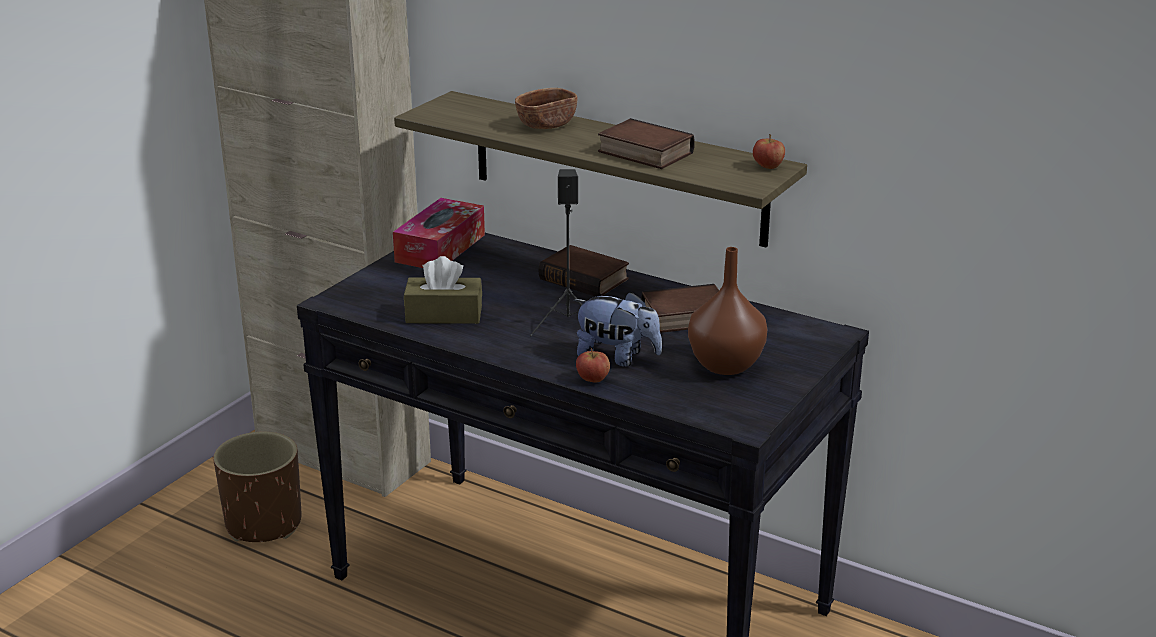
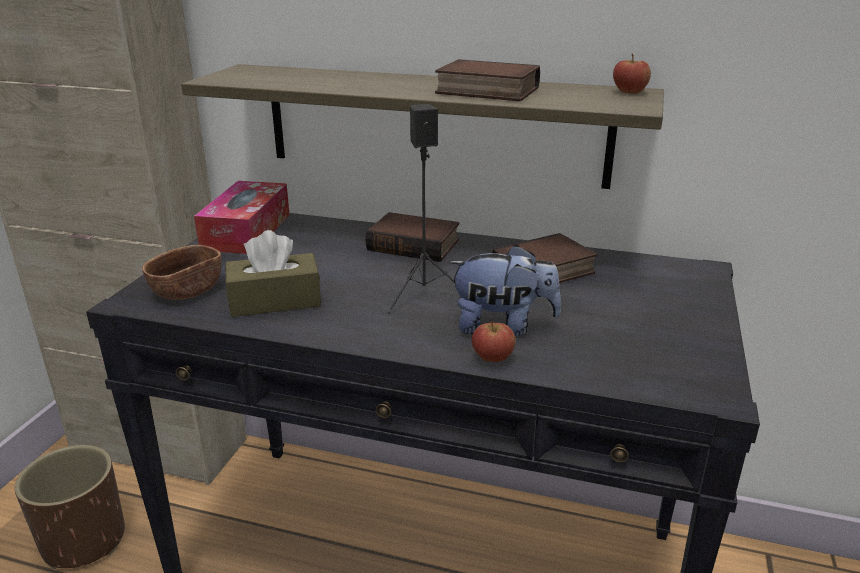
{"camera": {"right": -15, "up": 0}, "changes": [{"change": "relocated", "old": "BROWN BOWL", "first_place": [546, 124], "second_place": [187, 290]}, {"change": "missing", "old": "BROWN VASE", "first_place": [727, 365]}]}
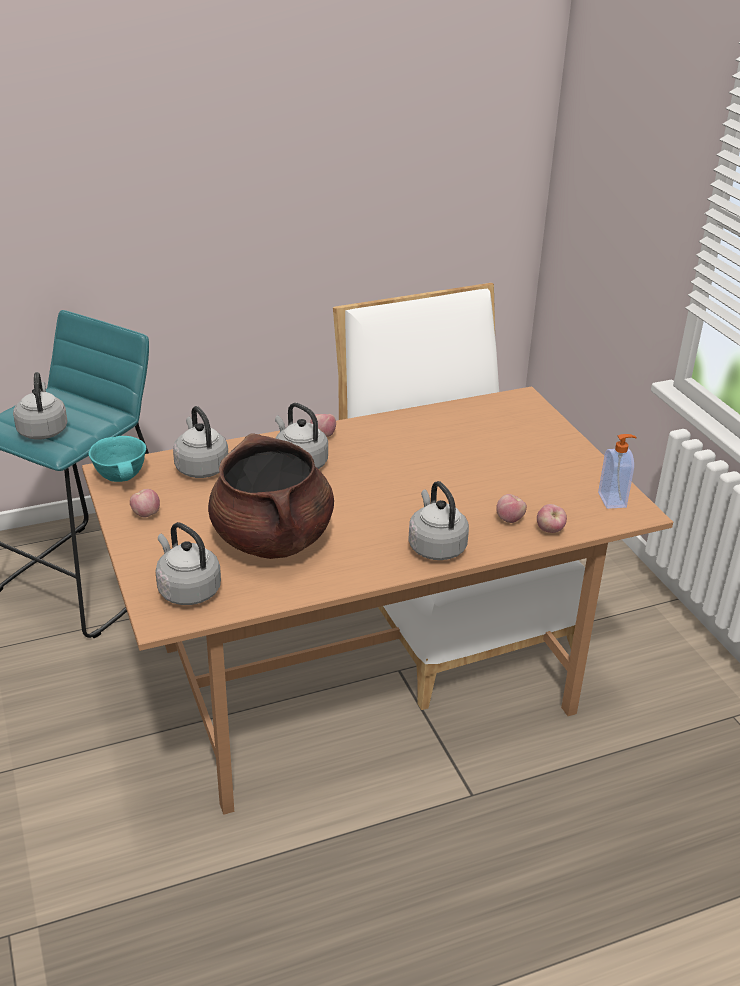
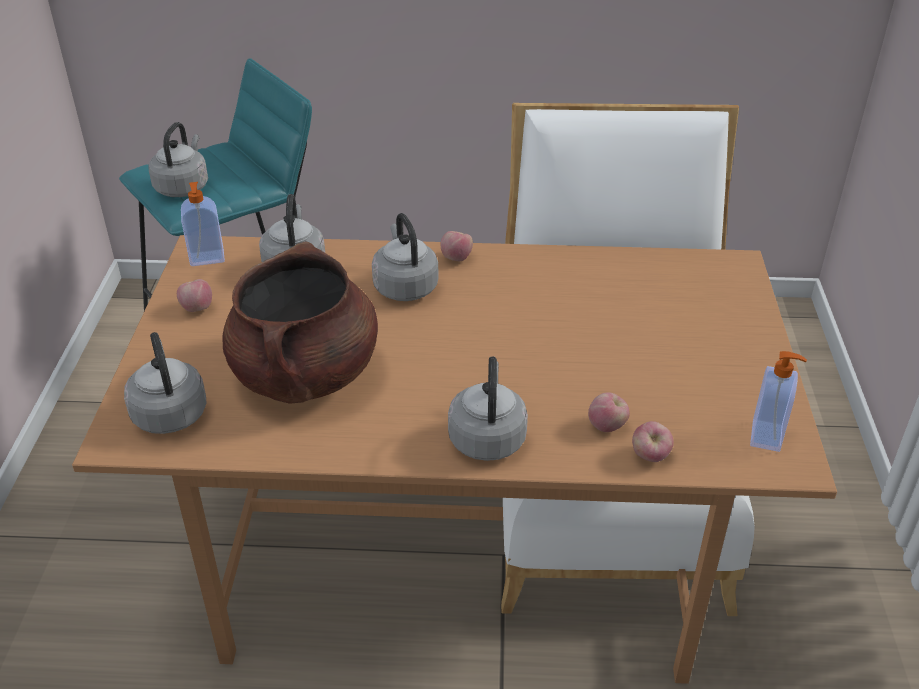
{"camera": {"right": 25, "up": 5}, "changes": [{"change": "exchanged", "old": "TURQUOISE BOWL", "new": "SOAP DISPENSER", "first_place": [122, 477], "second_place": [207, 259]}]}
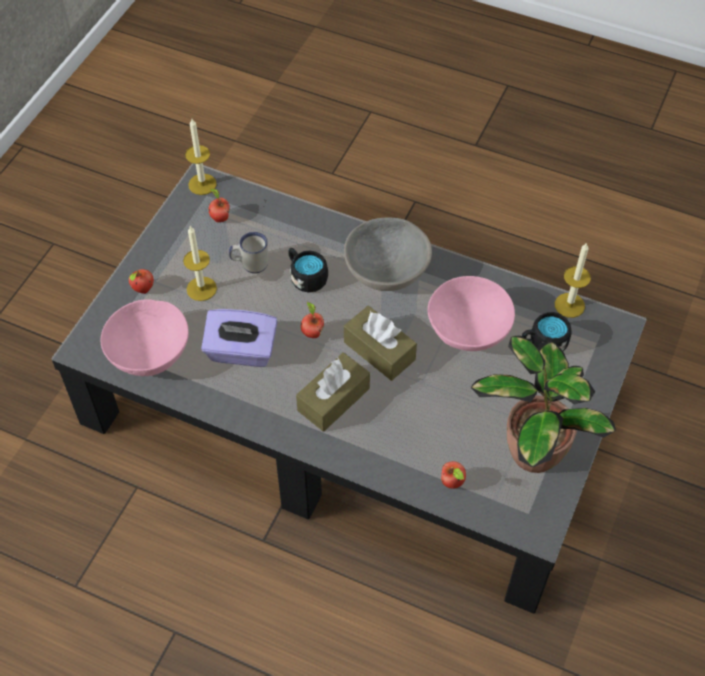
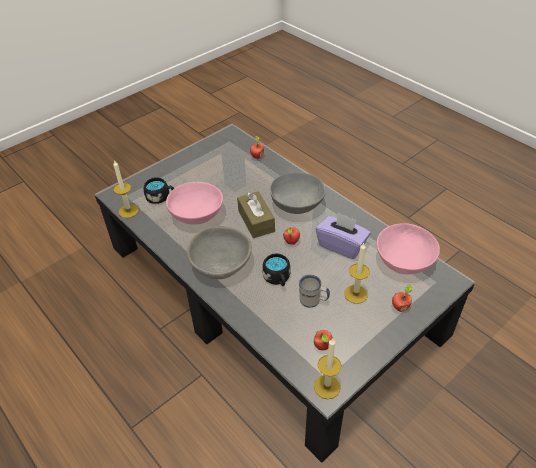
{"camera": {"right": -155, "up": -10}, "changes": [{"change": "missing", "old": "POTTED PLANT", "first_place": [531, 450]}, {"change": "exchanged", "old": "BROWN TISSUE BOX", "new": "GREY BOWL", "first_place": [333, 399], "second_place": [297, 205]}]}
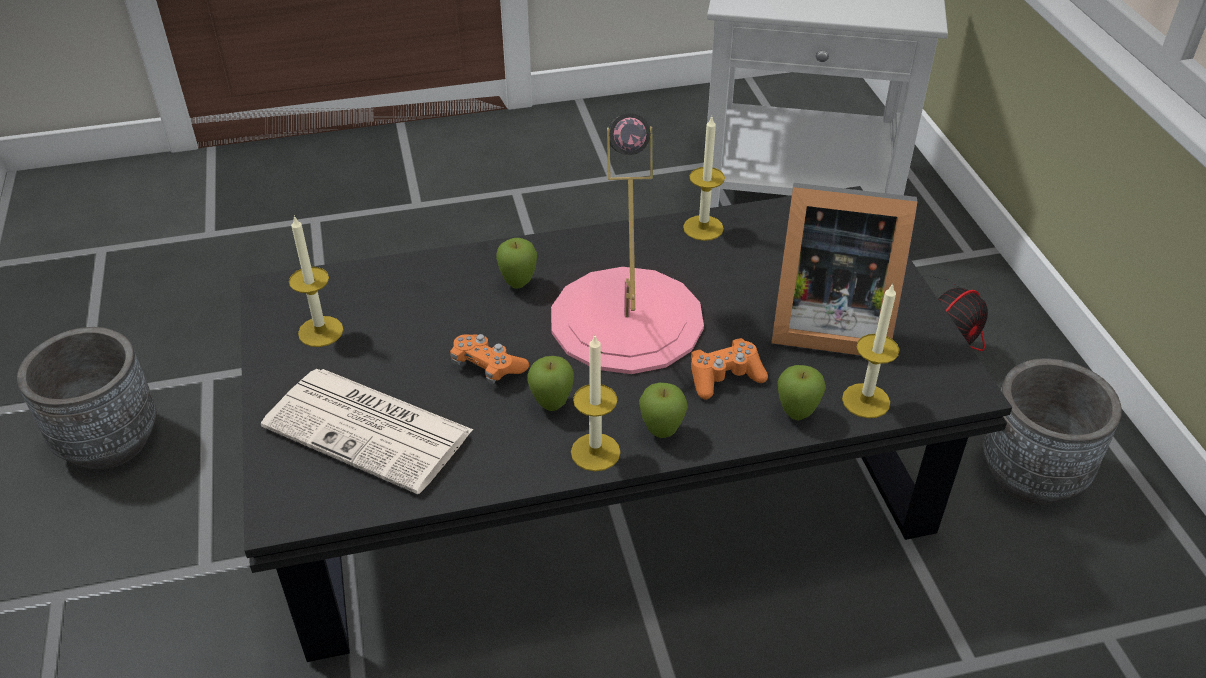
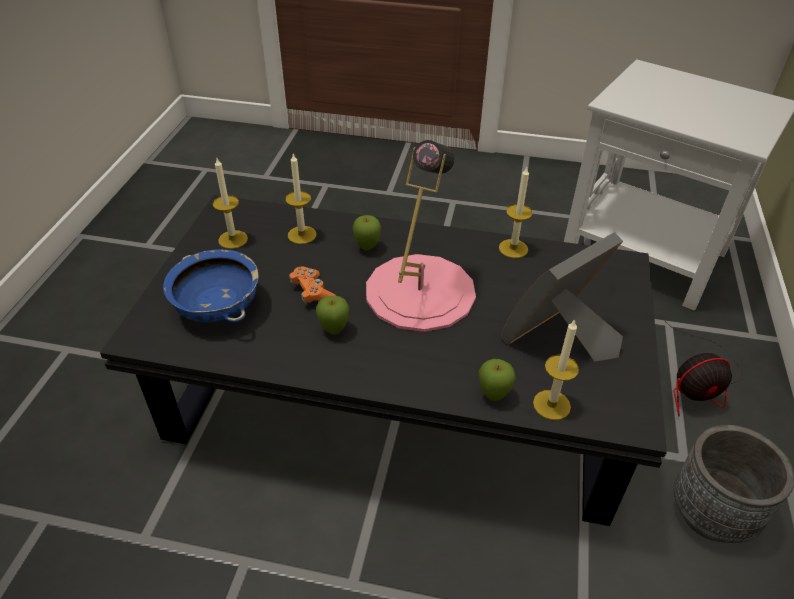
{"camera": {"right": 25, "up": 0}, "changes": [{"change": "spun", "old": "PICTURE FRAME", "first_place": [826, 322], "second_place": [559, 339], "degrees": 105}, {"change": "missing", "old": "GREY PLANTER", "first_place": [110, 442]}, {"change": "relocated", "old": "CANDLE", "first_place": [595, 452], "second_place": [302, 235]}, {"change": "missing", "old": "ORANGE GAME CONTROLLER", "first_place": [724, 377]}, {"change": "exchanged", "old": "NEWSPAPER", "new": "BLUE BOWL", "first_place": [371, 429], "second_place": [218, 307]}, {"change": "missing", "old": "APPLE", "first_place": [661, 433]}]}
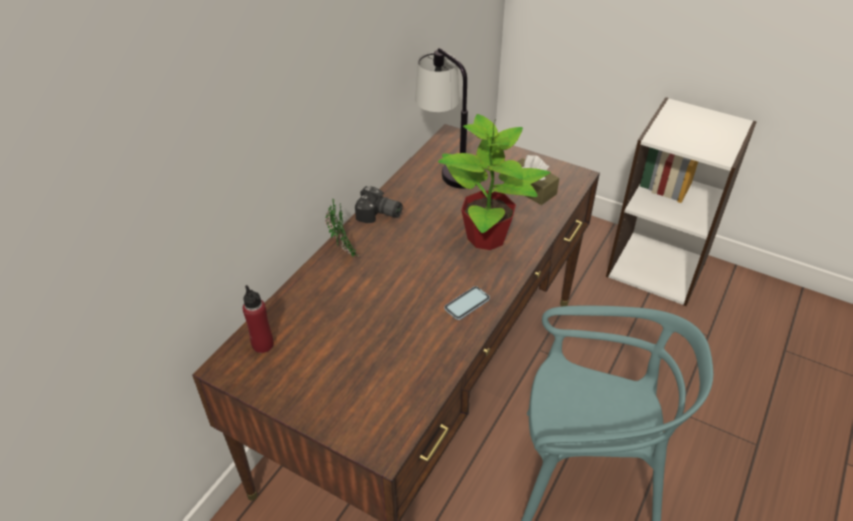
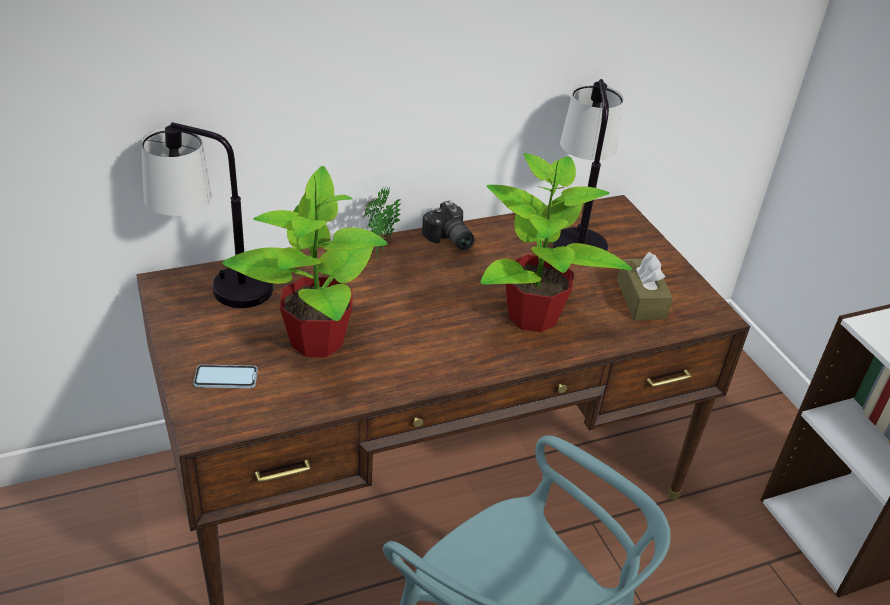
{"camera": {"right": 35, "up": -5}, "changes": [{"change": "exchanged", "old": "RED BOTTLE", "new": "TABLE LAMP", "first_place": [263, 344], "second_place": [215, 285]}, {"change": "relocated", "old": "PHONE", "first_place": [467, 304], "second_place": [226, 378]}, {"change": "appeared", "new": "POTTED PLANT", "second_place": [316, 339]}]}
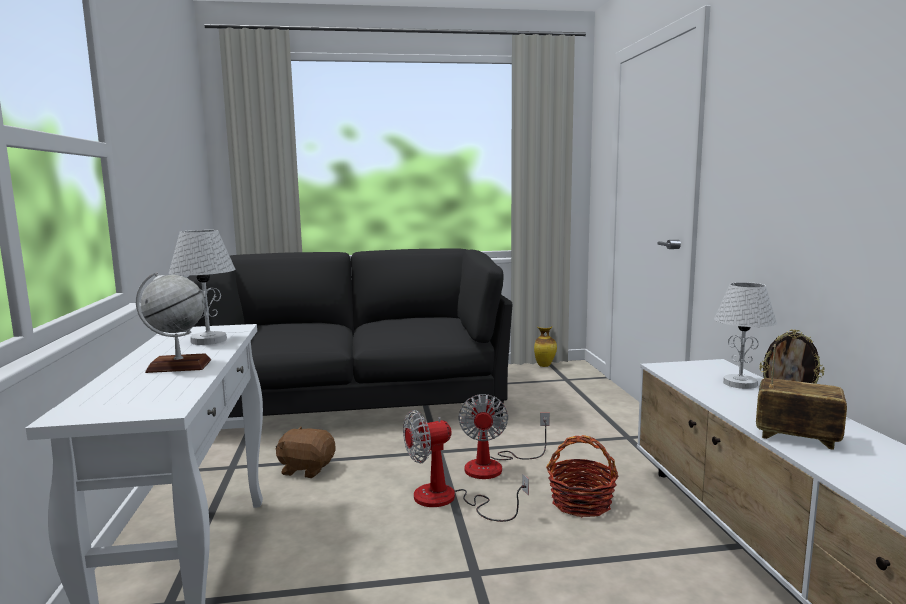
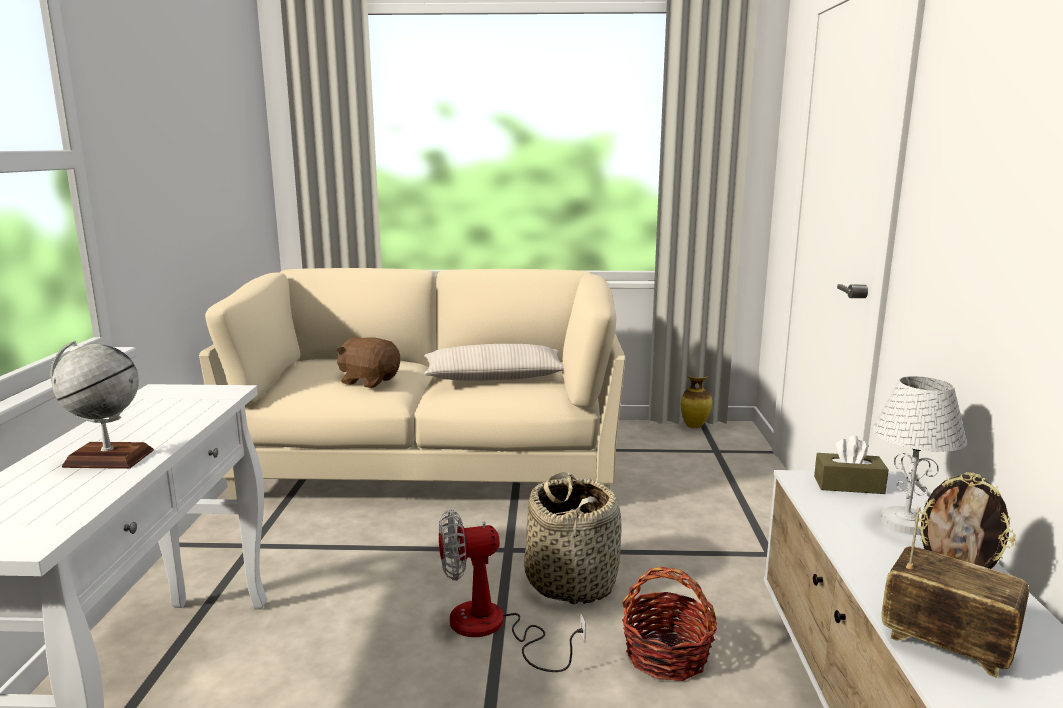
{"camera": {"right": 10, "up": 5}, "changes": [{"change": "missing", "old": "WHITE TABLE LAMP", "first_place": [209, 340]}, {"change": "colour", "old": "BLACK SOFA", "new": "BEIGE SOFA", "first_place": [357, 403], "second_place": [433, 465]}, {"change": "exchanged", "old": "FAN", "new": "BASKET", "first_place": [495, 466], "second_place": [572, 581]}, {"change": "relocated", "old": "BROWN PLUSH TOY", "first_place": [306, 469], "second_place": [369, 381]}, {"change": "appeared", "new": "BEIGE PILLOW", "second_place": [494, 377]}, {"change": "appeared", "new": "BROWN TISSUE BOX", "second_place": [848, 485]}]}
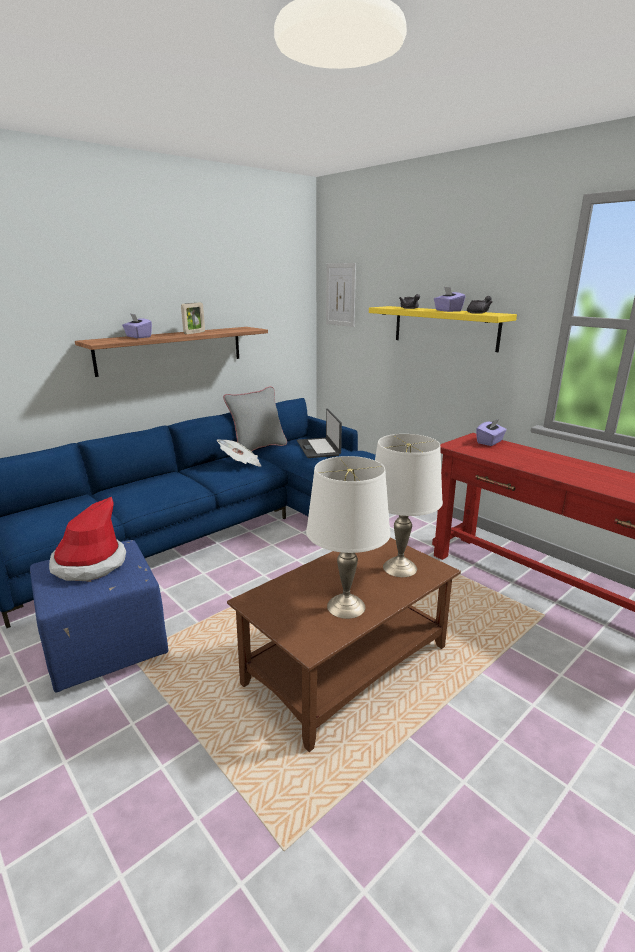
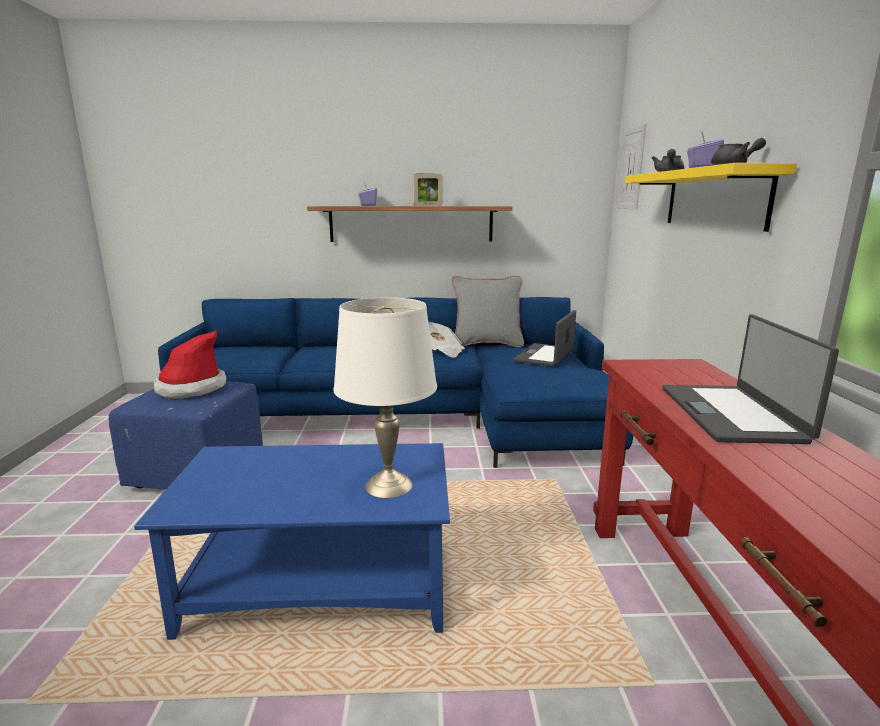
{"camera": {"right": 40, "up": -5}, "changes": [{"change": "missing", "old": "PURPLE TISSUE BOX", "first_place": [490, 442]}, {"change": "missing", "old": "WHITE TABLE LAMP", "first_place": [346, 606]}, {"change": "colour", "old": "BROWN COFFEE TABLE", "new": "BLUE COFFEE TABLE", "first_place": [347, 664], "second_place": [322, 586]}, {"change": "appeared", "new": "LAPTOP", "second_place": [732, 413]}]}
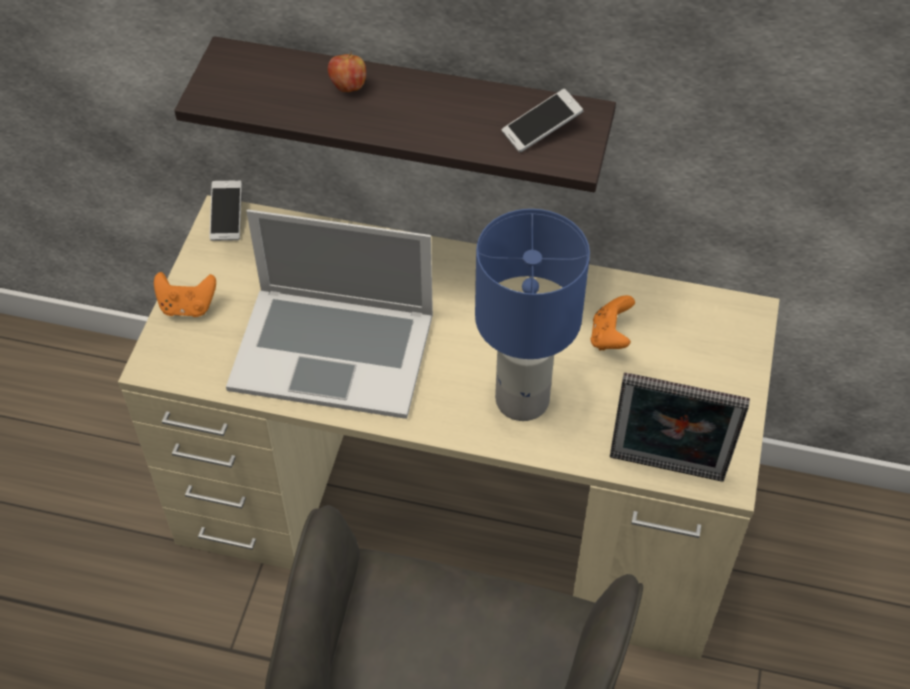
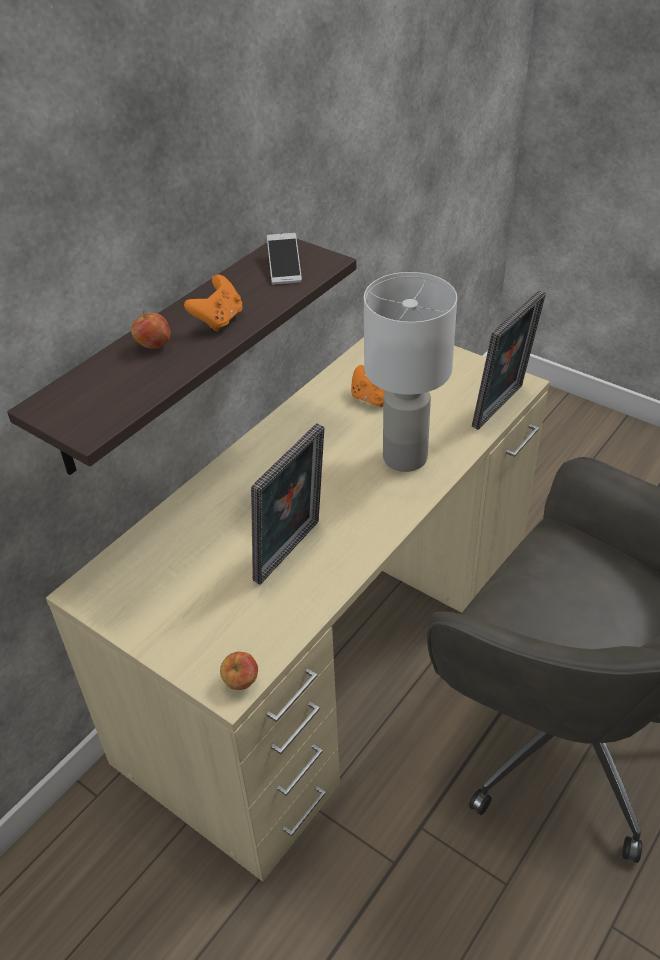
{"camera": {"right": -65, "up": -10}, "changes": [{"change": "missing", "old": "PHONE", "first_place": [227, 217]}, {"change": "colour", "old": "BLUE TABLE LAMP", "new": "WHITE TABLE LAMP", "first_place": [523, 401], "second_place": [406, 457]}, {"change": "exchanged", "old": "LAPTOP", "new": "PICTURE FRAME", "first_place": [332, 350], "second_place": [292, 553]}, {"change": "relocated", "old": "ORANGE GAME CONTROLLER", "first_place": [187, 306], "second_place": [218, 320]}, {"change": "appeared", "new": "APPLE", "second_place": [241, 682]}]}
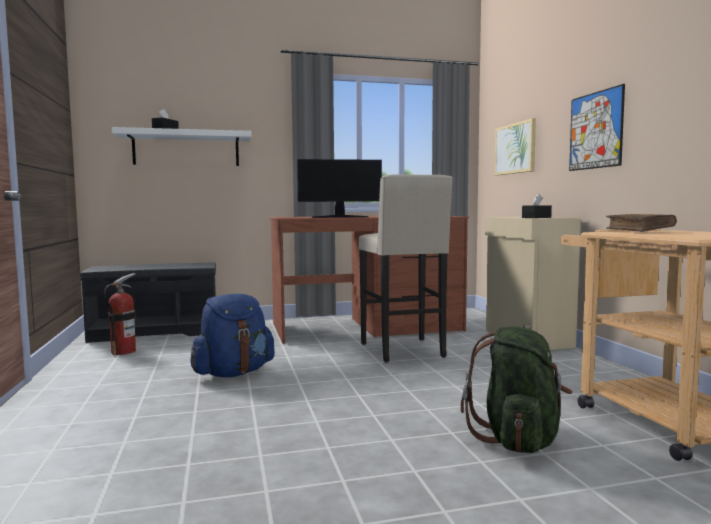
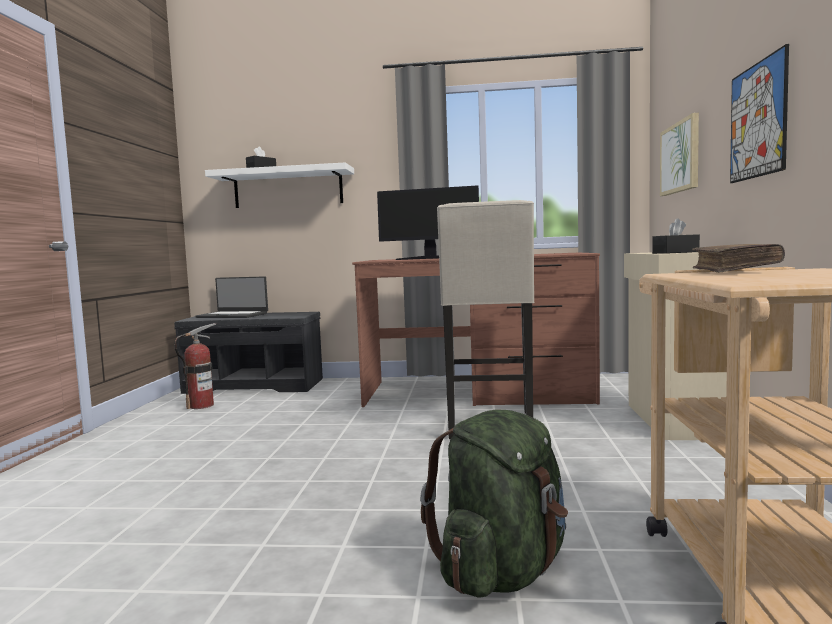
{"camera": {"right": 20, "up": 0}, "changes": [{"change": "missing", "old": "BLUE BACKPACK", "first_place": [234, 373]}, {"change": "appeared", "new": "LAPTOP", "second_place": [233, 315]}]}
